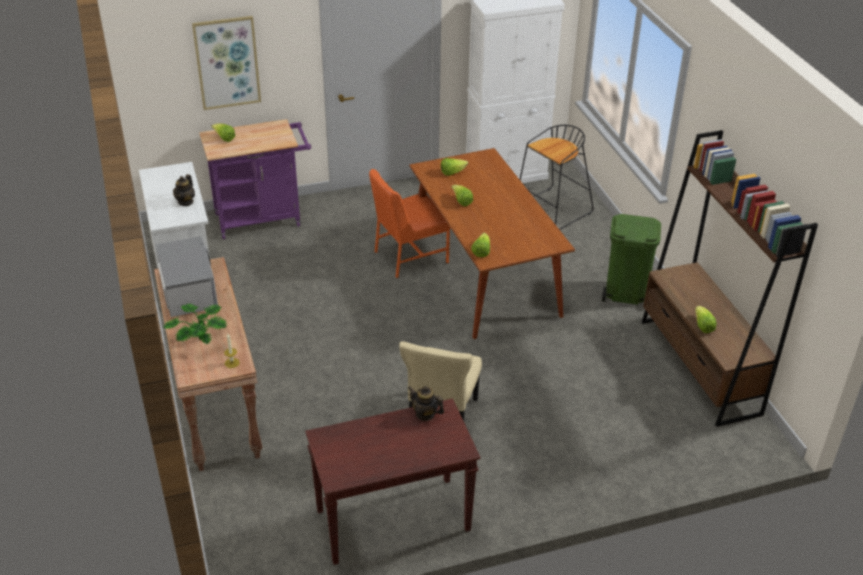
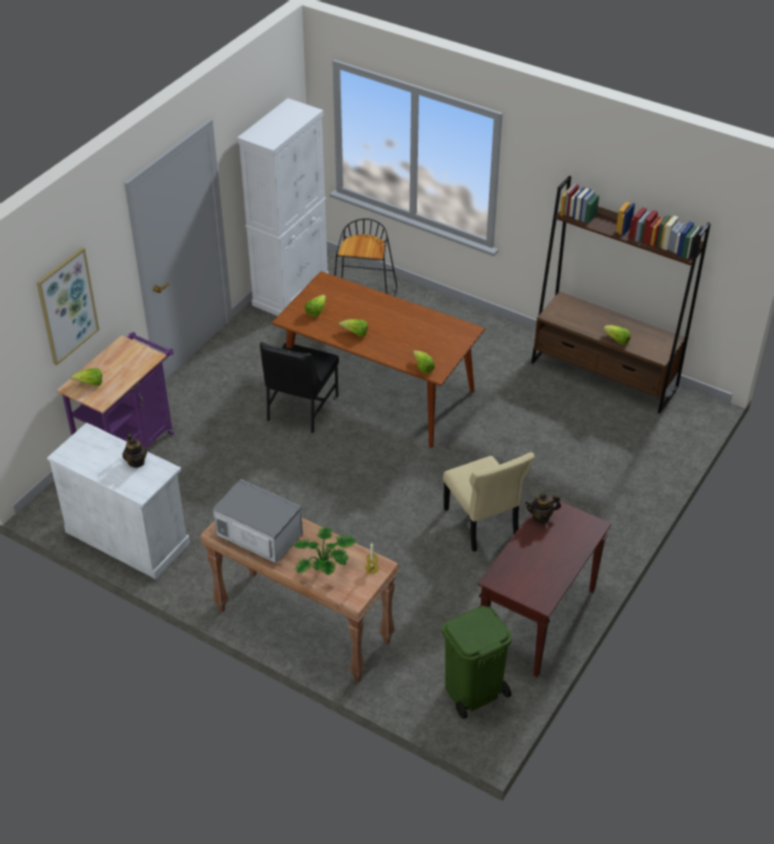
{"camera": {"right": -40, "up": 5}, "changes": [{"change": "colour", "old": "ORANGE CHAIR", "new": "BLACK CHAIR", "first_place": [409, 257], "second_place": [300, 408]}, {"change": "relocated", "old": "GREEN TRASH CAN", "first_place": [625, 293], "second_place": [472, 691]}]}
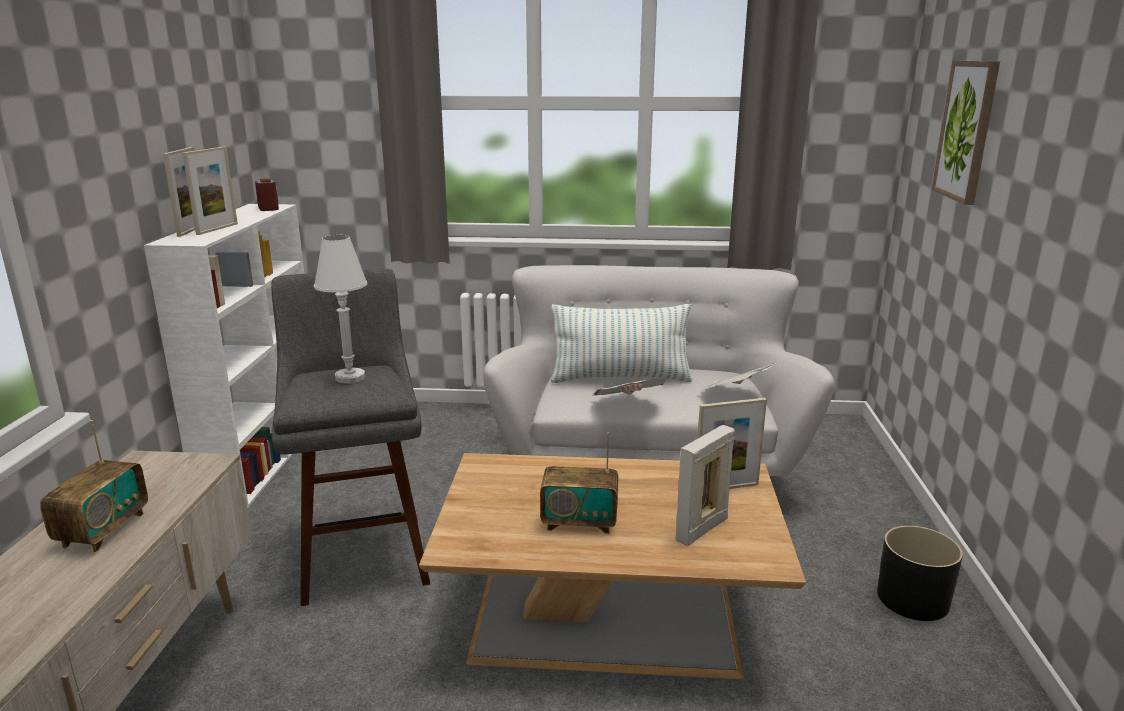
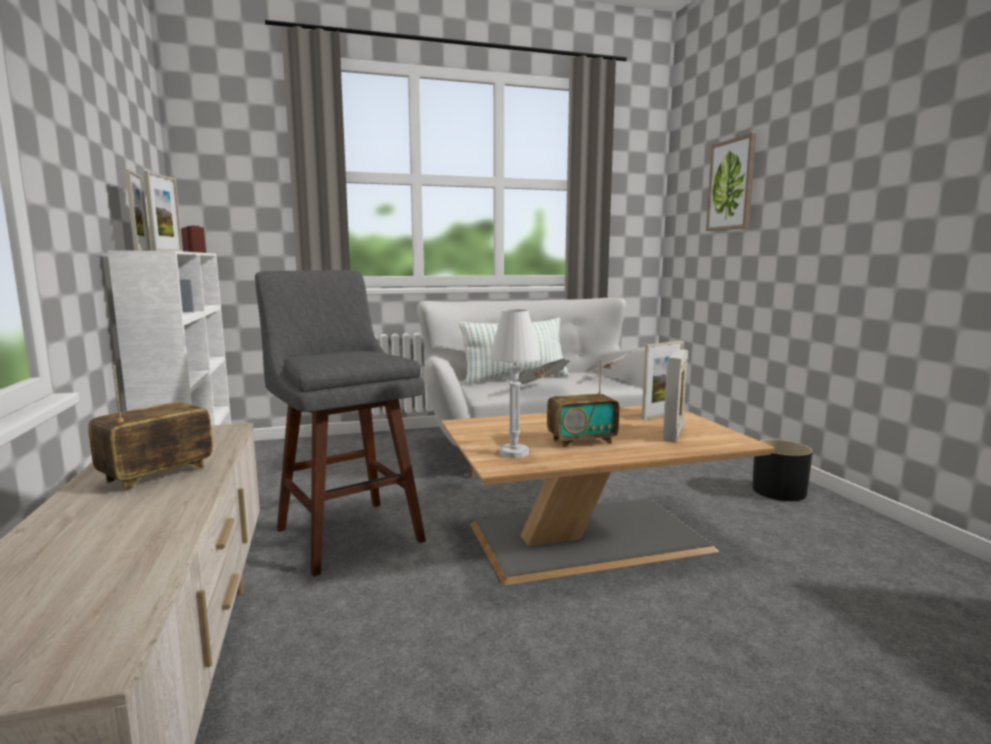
{"camera": {"right": -20, "up": -10}, "changes": [{"change": "relocated", "old": "WHITE TABLE LAMP", "first_place": [350, 377], "second_place": [514, 453]}, {"change": "spun", "old": "RADIO", "first_place": [103, 530], "second_place": [157, 475], "degrees": -135}]}
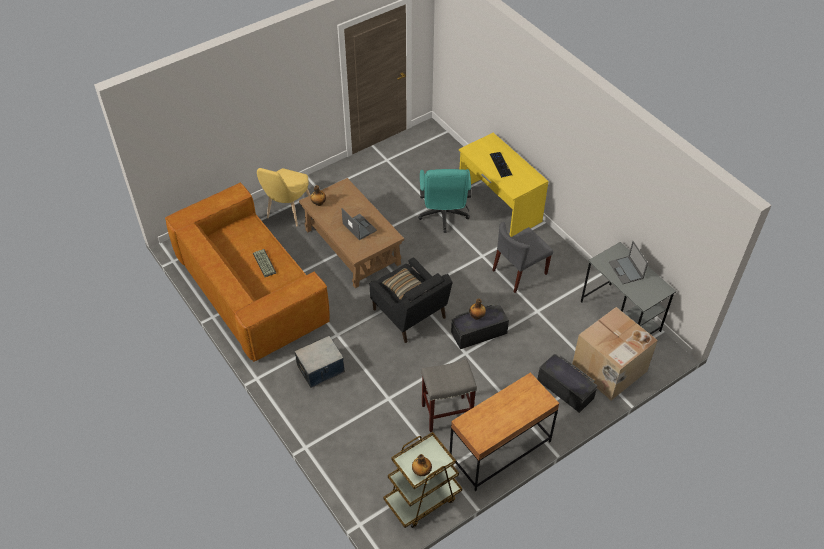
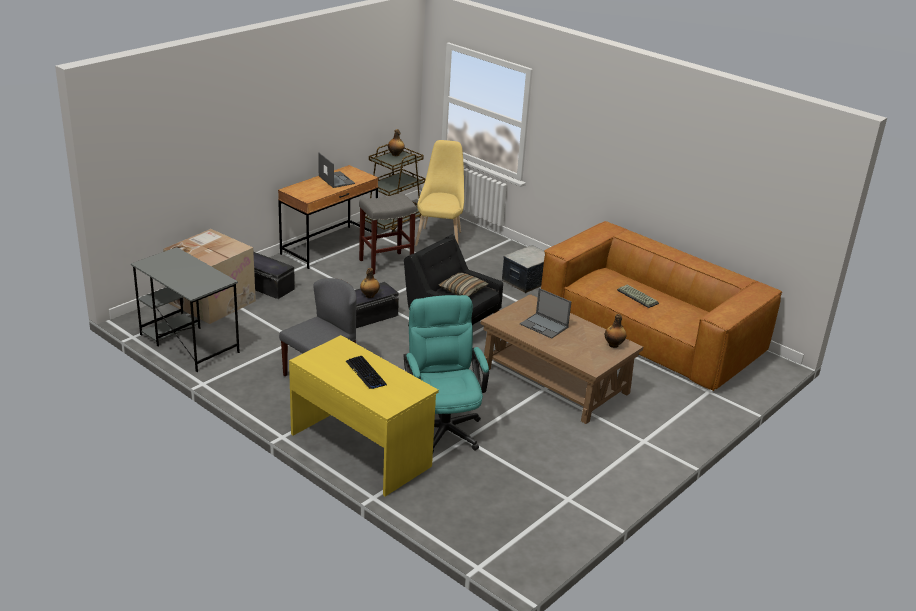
{"camera": {"right": 165, "up": -20}, "changes": [{"change": "relocated", "old": "YELLOW CHAIR", "first_place": [288, 212], "second_place": [440, 237]}, {"change": "relocated", "old": "LAPTOP", "first_place": [626, 270], "second_place": [336, 180]}]}
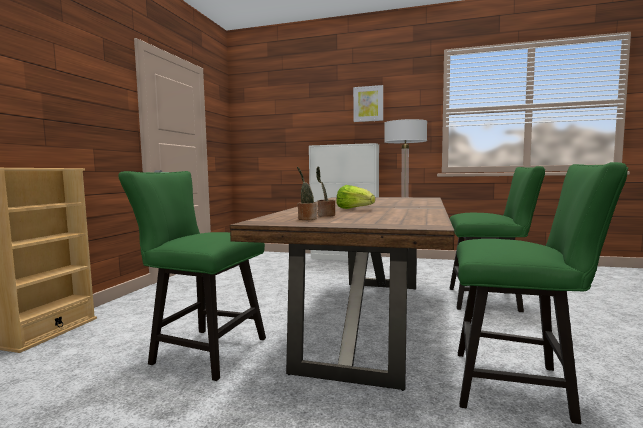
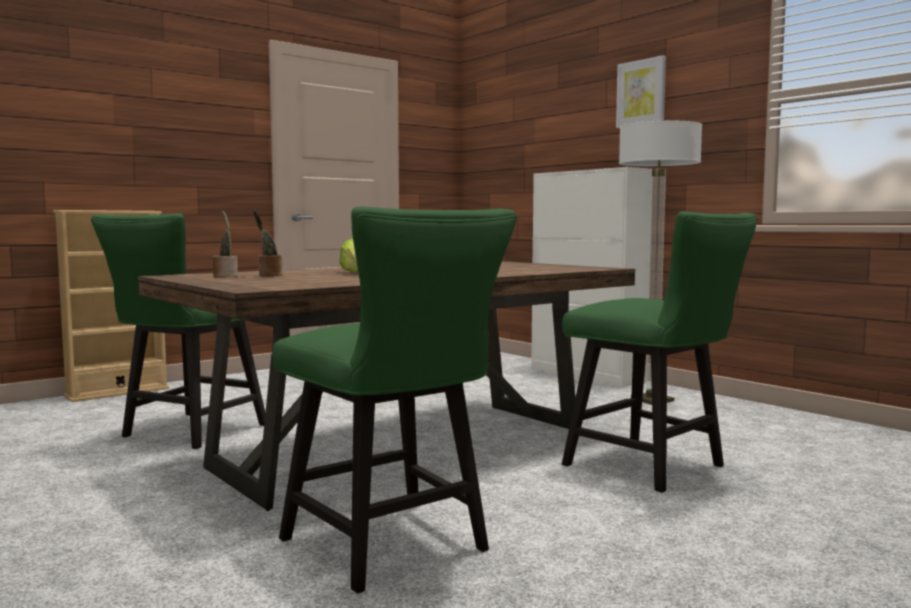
{"camera": {"right": 35, "up": 0}, "changes": [{"change": "spun", "old": "GREEN CHAIR", "first_place": [202, 350], "second_place": [187, 433], "degrees": -120}]}
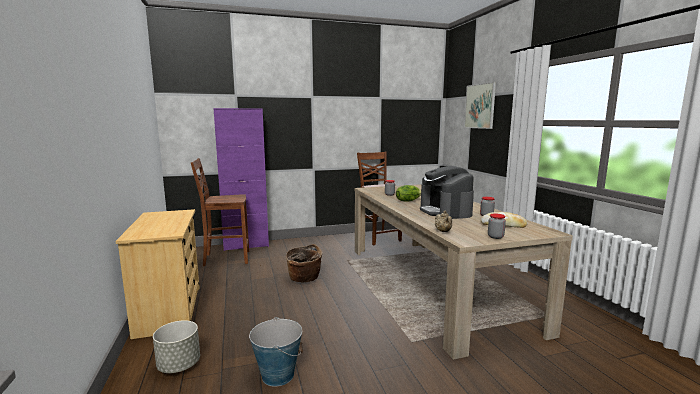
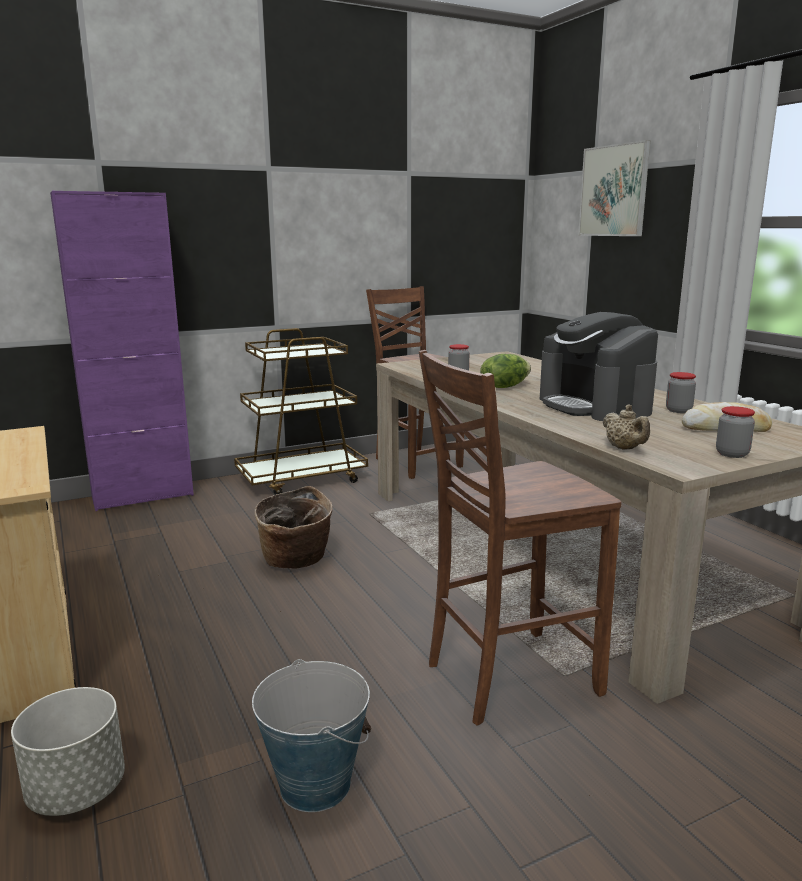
{"camera": {"right": -10, "up": 5}, "changes": [{"change": "relocated", "old": "BROWN CHAIR", "first_place": [225, 258], "second_place": [507, 677]}, {"change": "appeared", "new": "BROWN CART", "second_place": [302, 479]}]}
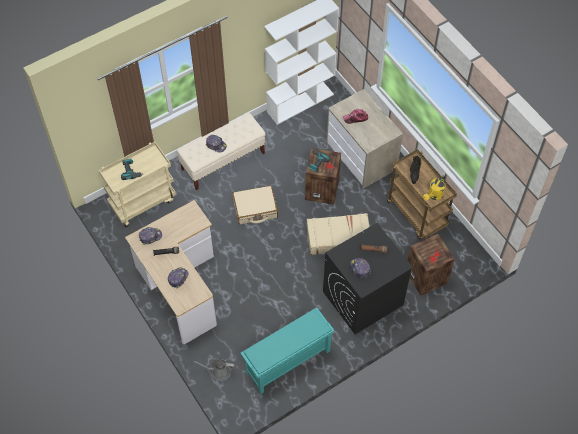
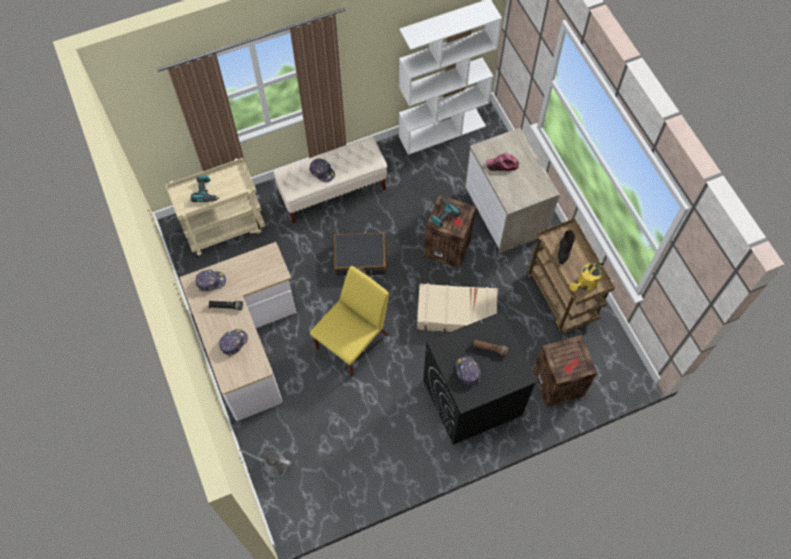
{"camera": {"right": 10, "up": 5}, "changes": [{"change": "colour", "old": "BEIGE SUITCASE", "new": "BLACK SUITCASE", "first_place": [255, 209], "second_place": [360, 259]}, {"change": "missing", "old": "TURQUOISE SHOE RACK", "first_place": [287, 362]}, {"change": "appeared", "new": "YELLOW CHAIR", "second_place": [353, 341]}]}
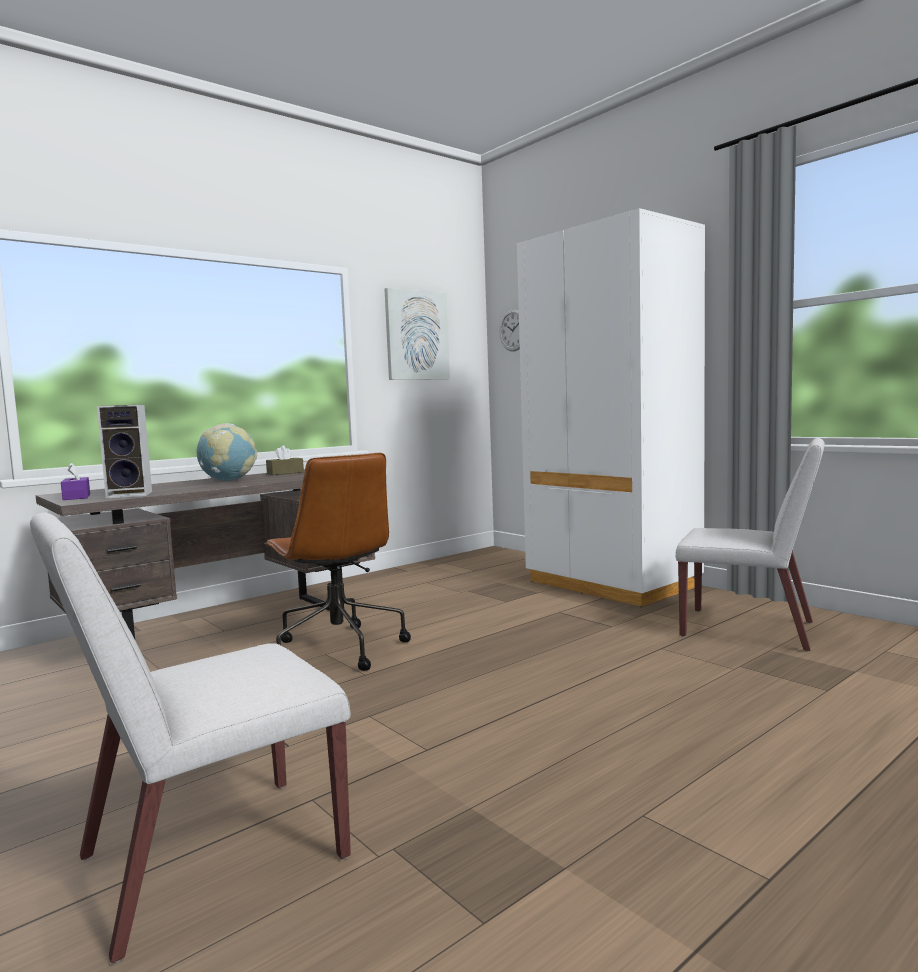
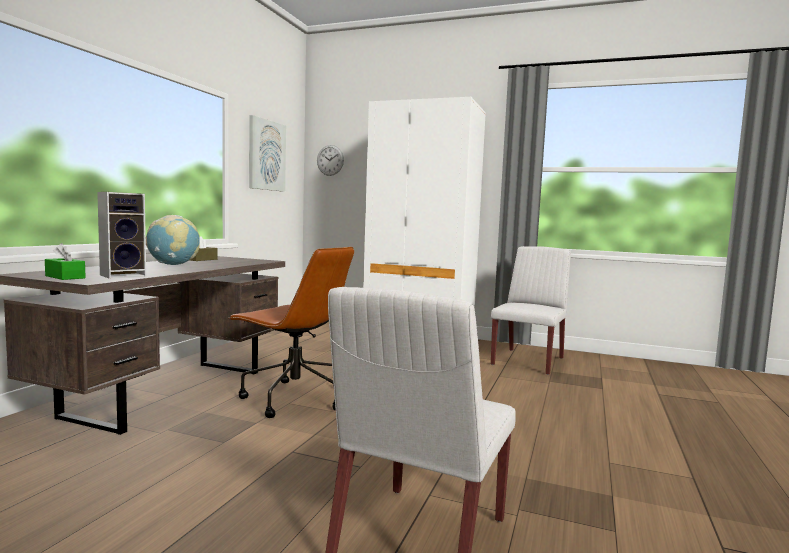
{"camera": {"right": -30, "up": 0}, "changes": [{"change": "spun", "old": "WHITE CHAIR", "first_place": [749, 629], "second_place": [528, 361], "degrees": -60}, {"change": "colour", "old": "PURPLE TISSUE BOX", "new": "GREEN TISSUE BOX", "first_place": [76, 497], "second_place": [65, 277]}]}
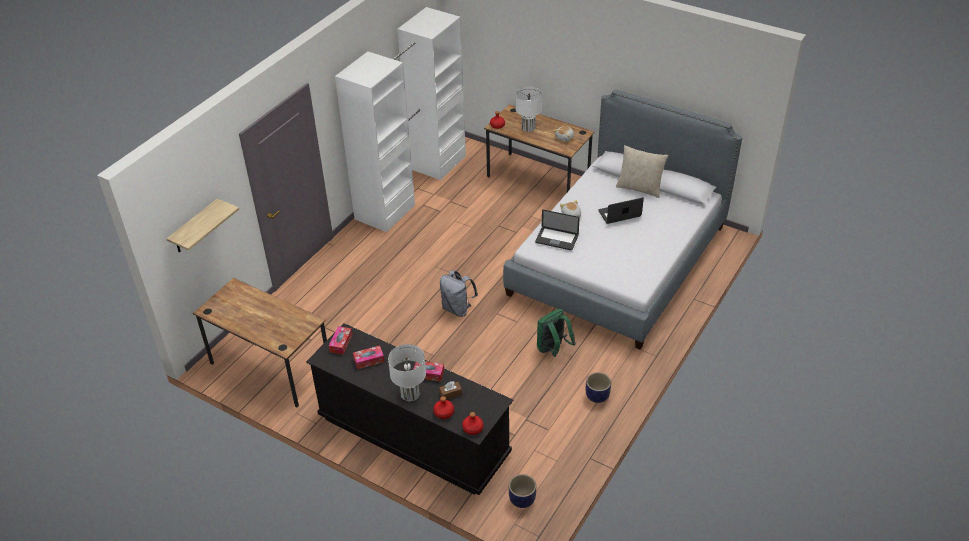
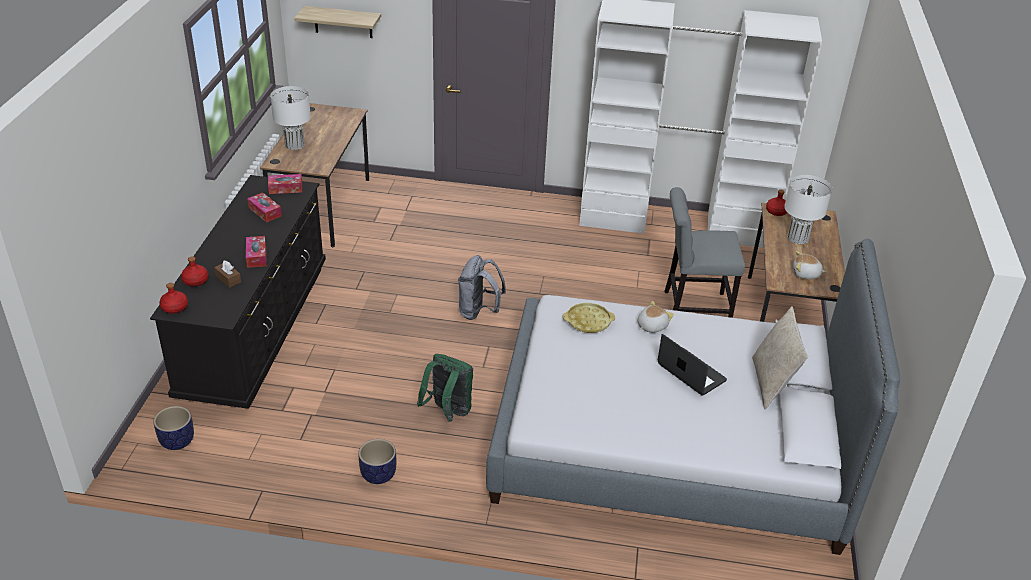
{"camera": {"right": 65, "up": -5}, "changes": [{"change": "exchanged", "old": "LAPTOP", "new": "YELLOW TRAY", "first_place": [556, 239], "second_place": [588, 321]}, {"change": "relocated", "old": "WHITE TABLE LAMP", "first_place": [410, 394], "second_place": [294, 144]}, {"change": "appeared", "new": "GREY CHAIR", "second_place": [692, 308]}]}
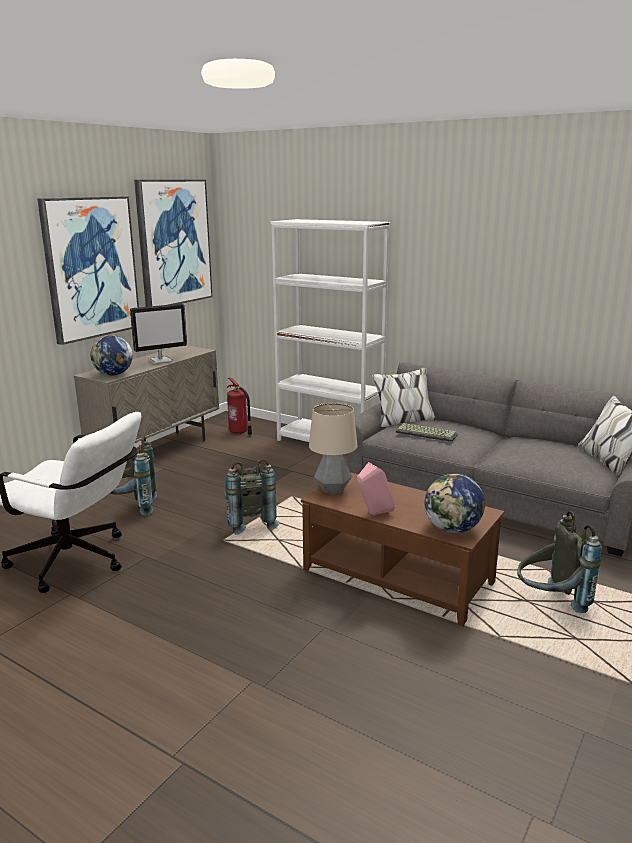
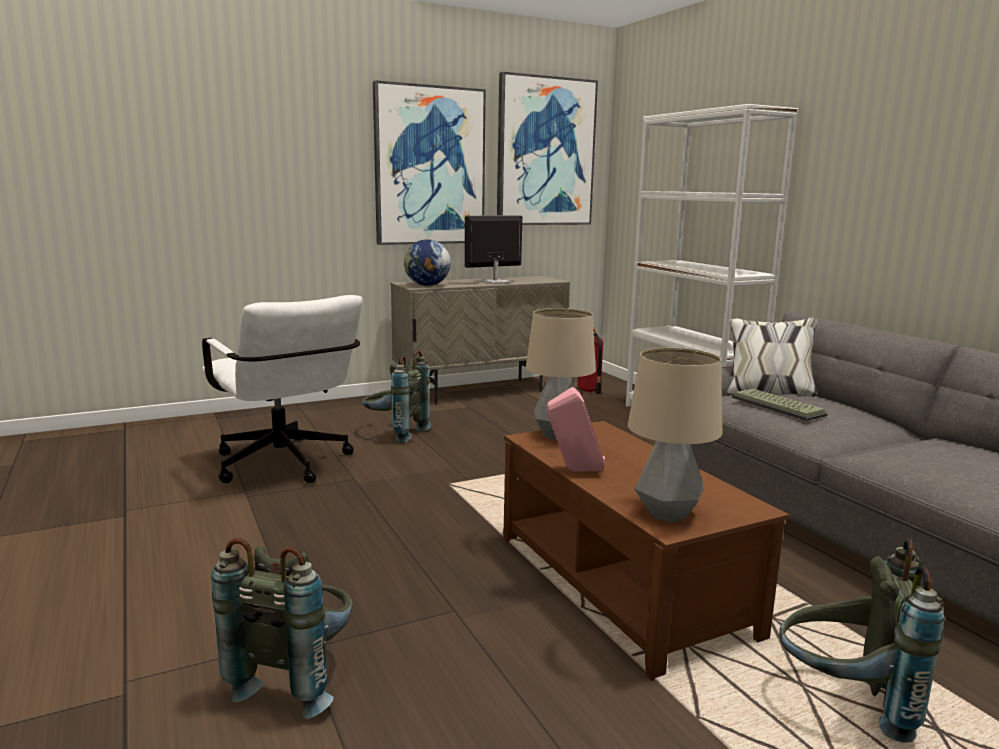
{"camera": {"right": 30, "up": -5}, "changes": [{"change": "spun", "old": "MONITOR", "first_place": [161, 360], "second_place": [494, 282], "degrees": 150}, {"change": "relocated", "old": "GREY BACKPACK", "first_place": [249, 522], "second_place": [296, 677]}, {"change": "exchanged", "old": "GLOBE", "new": "TABLE LAMP", "first_place": [453, 529], "second_place": [667, 514]}]}
